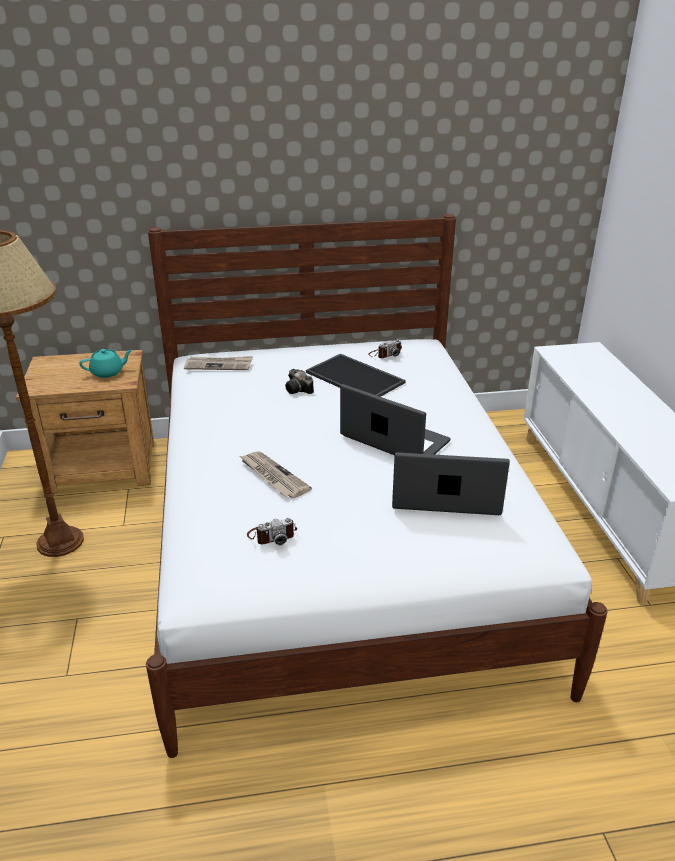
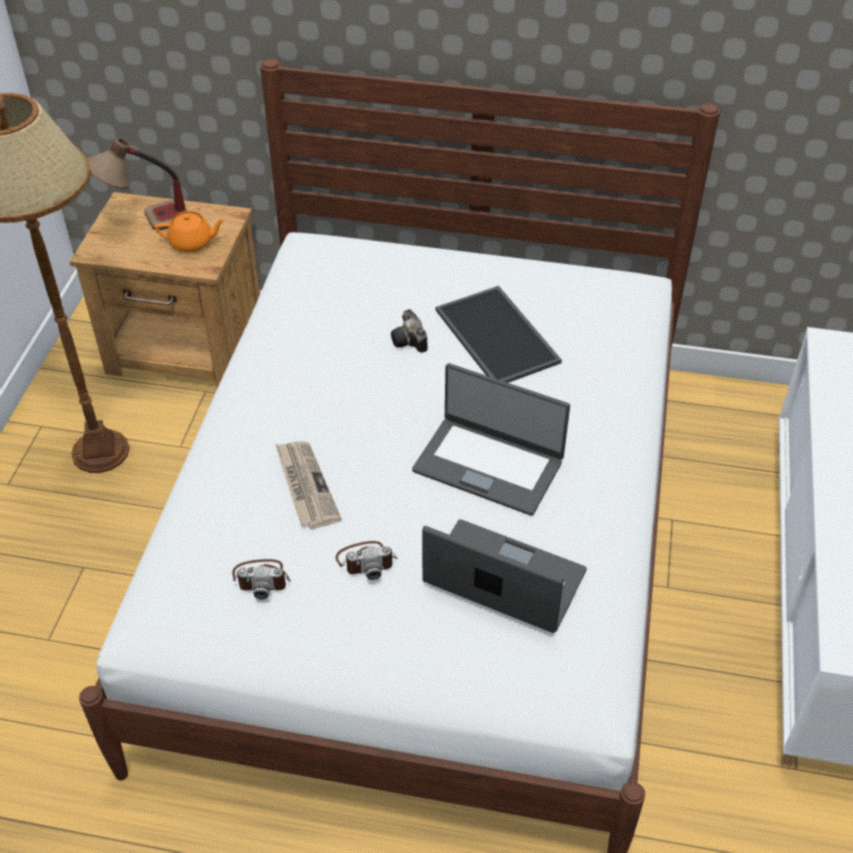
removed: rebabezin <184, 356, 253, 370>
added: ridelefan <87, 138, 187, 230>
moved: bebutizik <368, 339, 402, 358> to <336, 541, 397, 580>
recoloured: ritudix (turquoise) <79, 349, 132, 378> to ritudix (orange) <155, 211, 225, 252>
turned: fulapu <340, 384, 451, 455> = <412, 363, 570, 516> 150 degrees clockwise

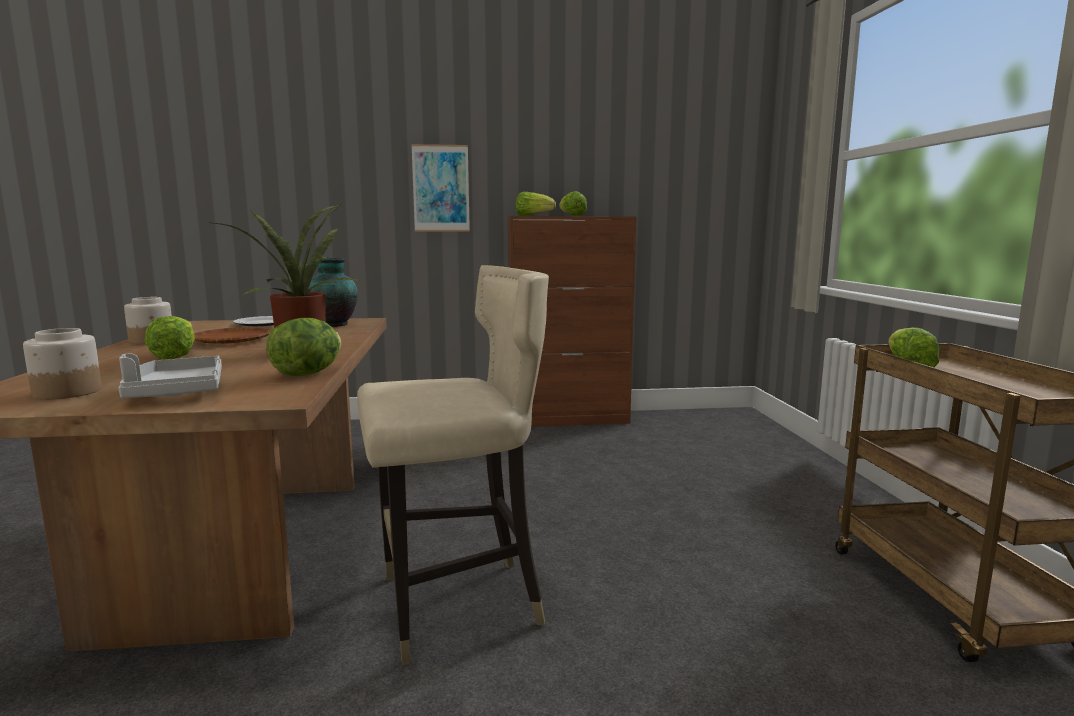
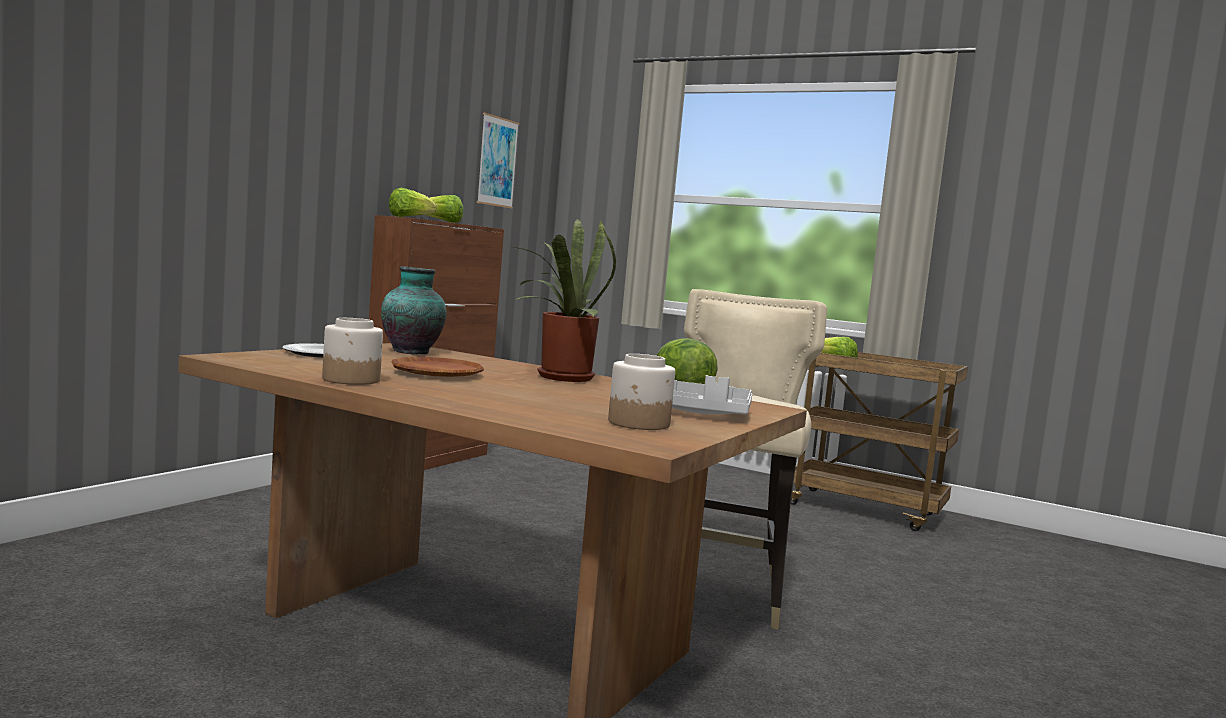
removed: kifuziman <145, 316, 195, 360>
moved: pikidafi <411, 144, 470, 231> to <477, 113, 519, 208>

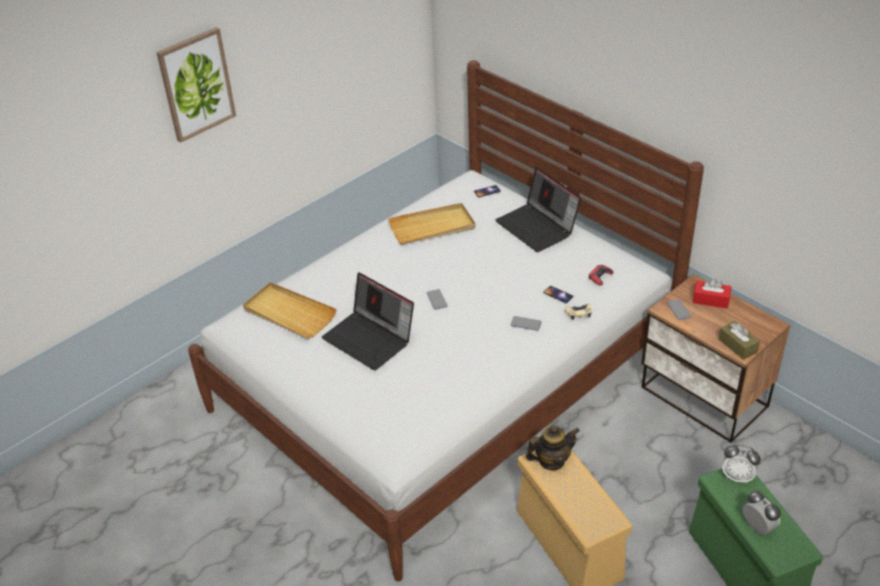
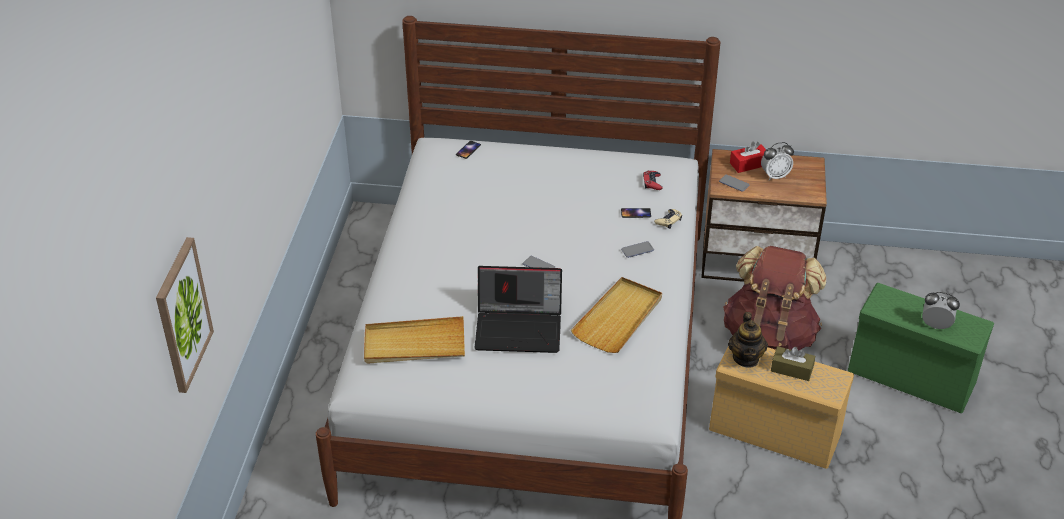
removed: fulapu <495, 168, 581, 252>
added: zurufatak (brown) <723, 246, 826, 350>
moved: pikidafi <156, 27, 236, 143> to <156, 237, 214, 393>; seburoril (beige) <388, 203, 475, 245> to <571, 277, 662, 353>; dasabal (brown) <718, 321, 760, 360> to <771, 346, 815, 381>; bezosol <722, 444, 761, 484> to <761, 142, 794, 180>
turned: ritudix <526, 425, 580, 471> = <728, 312, 768, 368> 150 degrees clockwise

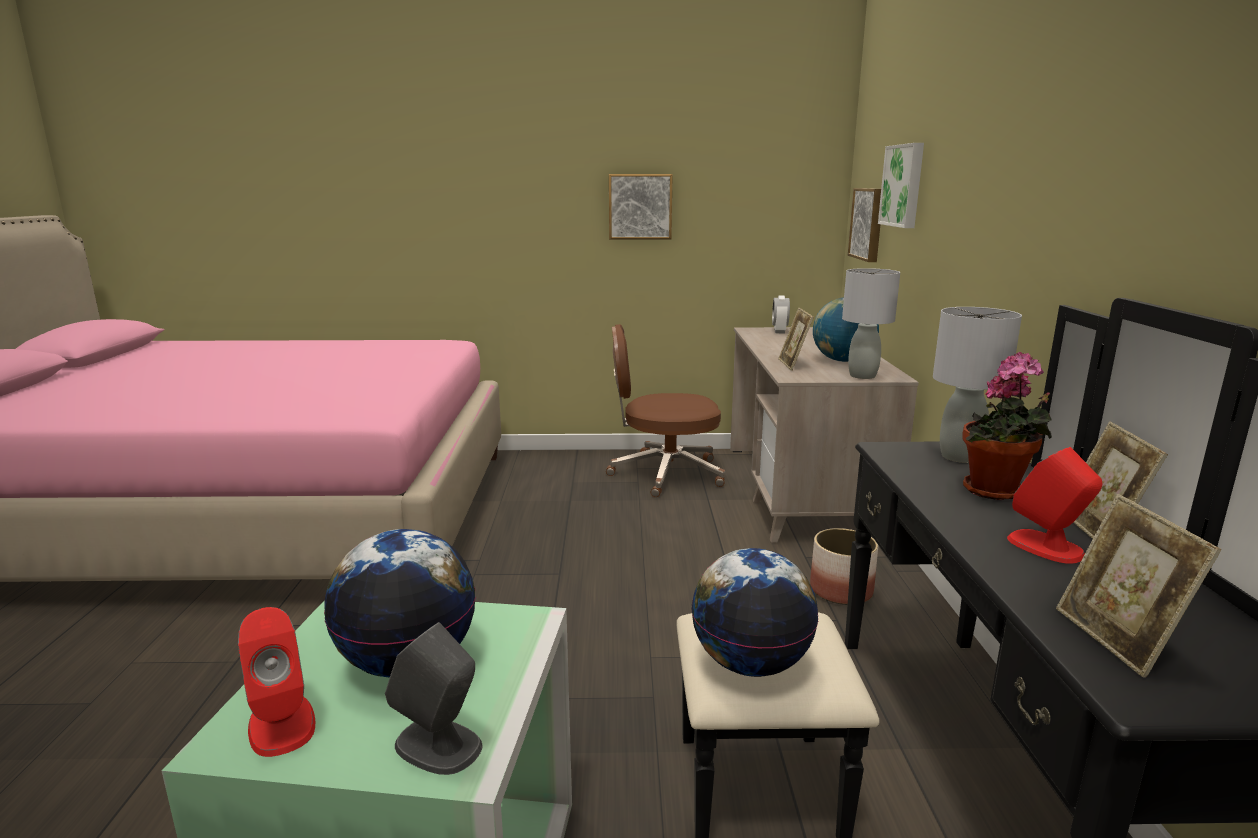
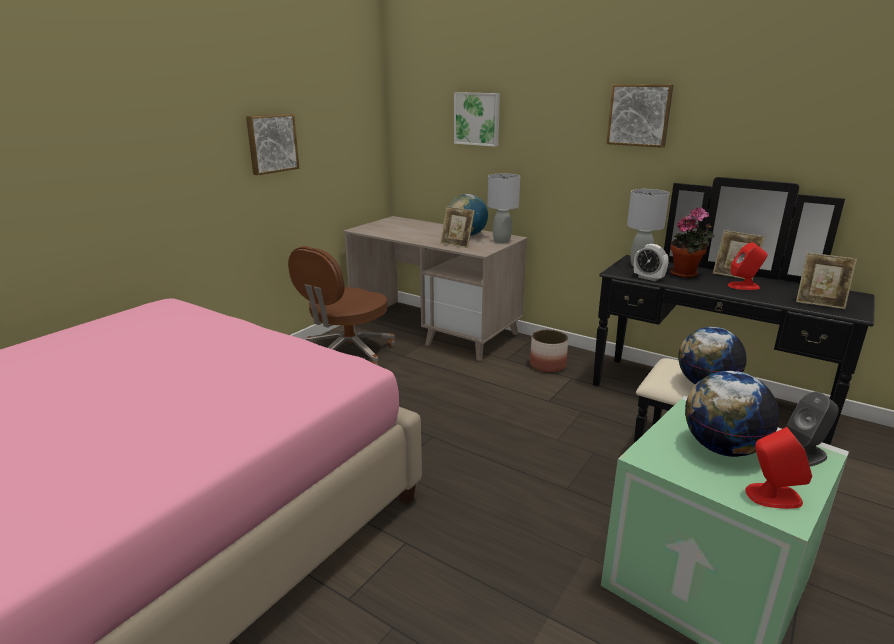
moved: pikidafi <848, 188, 881, 262> to <606, 84, 673, 148>; bezosol <772, 295, 790, 333> to <634, 244, 669, 281>

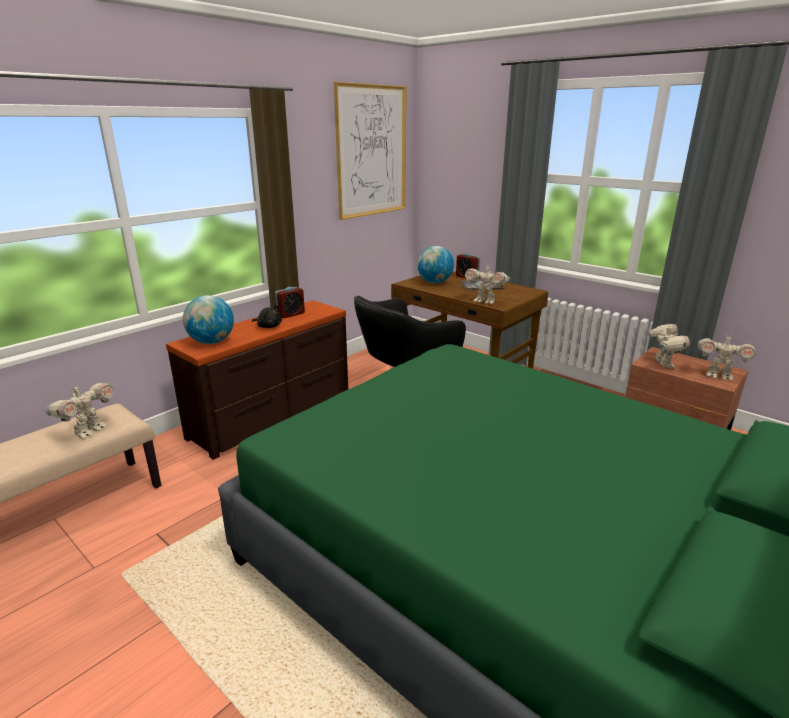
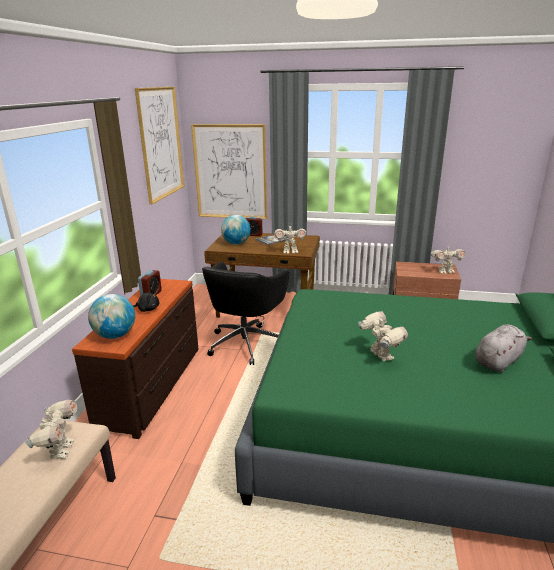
added: pikidafi <191, 124, 267, 219>; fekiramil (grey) <475, 324, 532, 373>
moved: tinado <648, 324, 690, 368> to <358, 311, 408, 361>

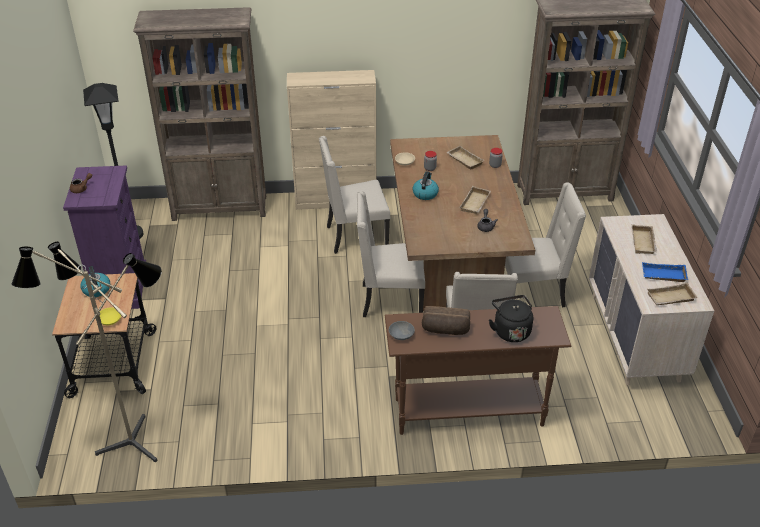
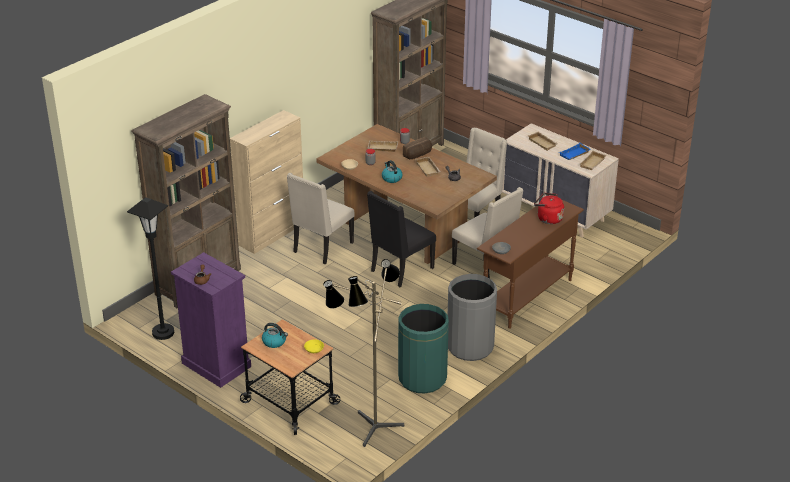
added: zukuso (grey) <448, 274, 497, 361>; zukuso (green) <398, 304, 449, 393>
moved: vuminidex <422, 306, 470, 335> to <403, 137, 432, 159>
recoloured: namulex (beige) <357, 191, 425, 317> to namulex (black) <367, 191, 436, 287>; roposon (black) <489, 295, 533, 342> to roposon (red) <534, 193, 564, 224>

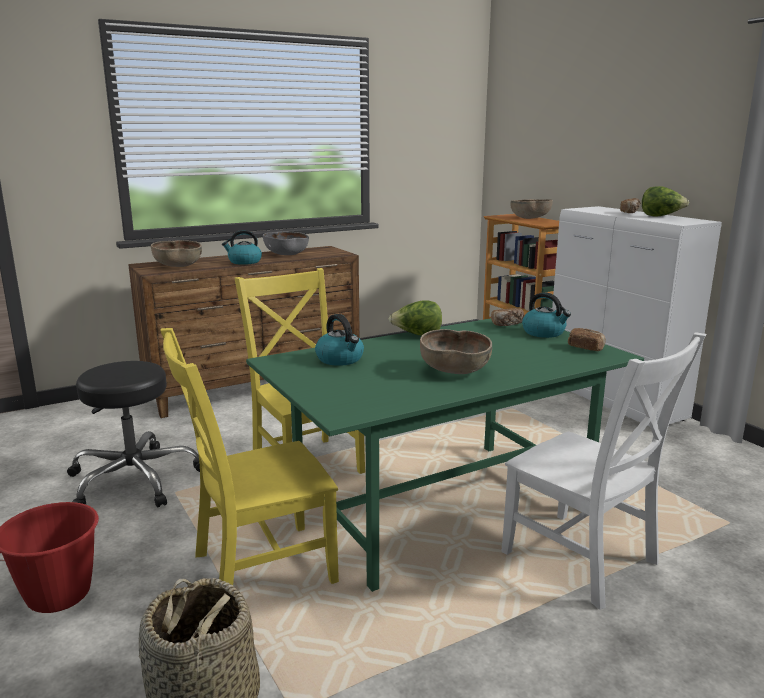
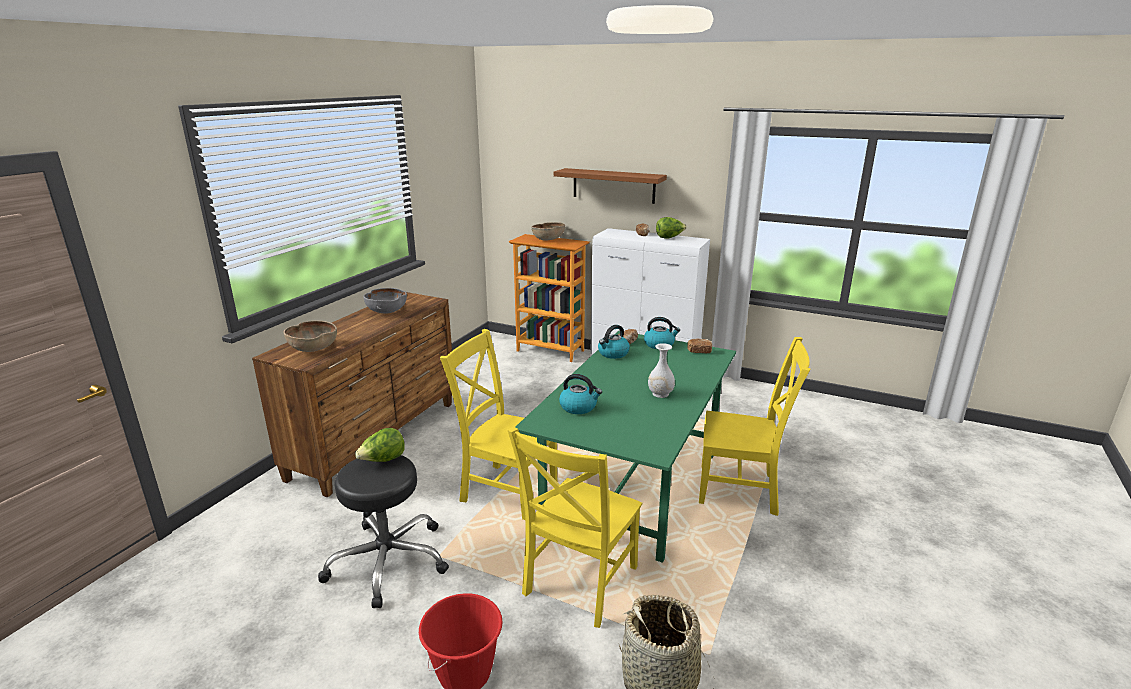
added: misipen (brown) <554, 168, 667, 204>
moved: roposon <222, 230, 262, 265> to <598, 325, 630, 359>; kifuziman <389, 300, 442, 336> to <355, 428, 405, 462>
replaced: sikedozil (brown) <420, 329, 492, 374> to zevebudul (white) <648, 343, 675, 398>
recoloured: namulex (white) <501, 332, 707, 610> to namulex (yellow) <699, 337, 811, 516>

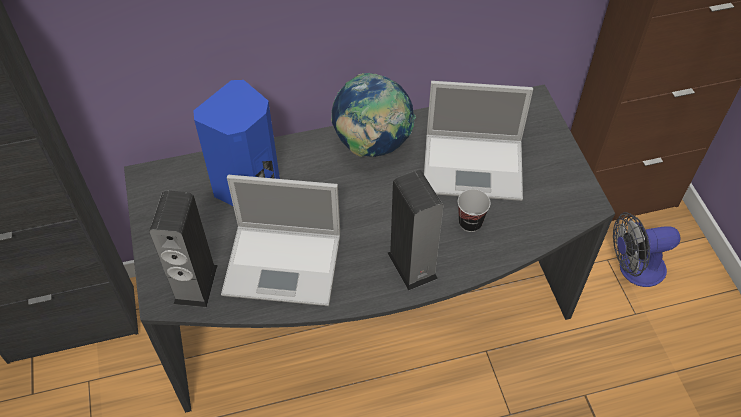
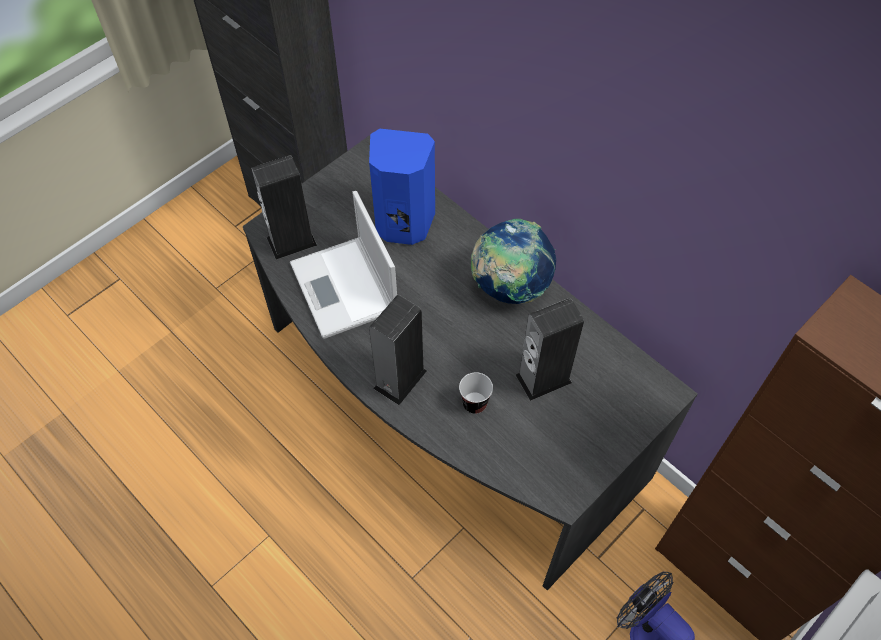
replaced: fulapu <424, 81, 533, 201> to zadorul <516, 298, 584, 401>

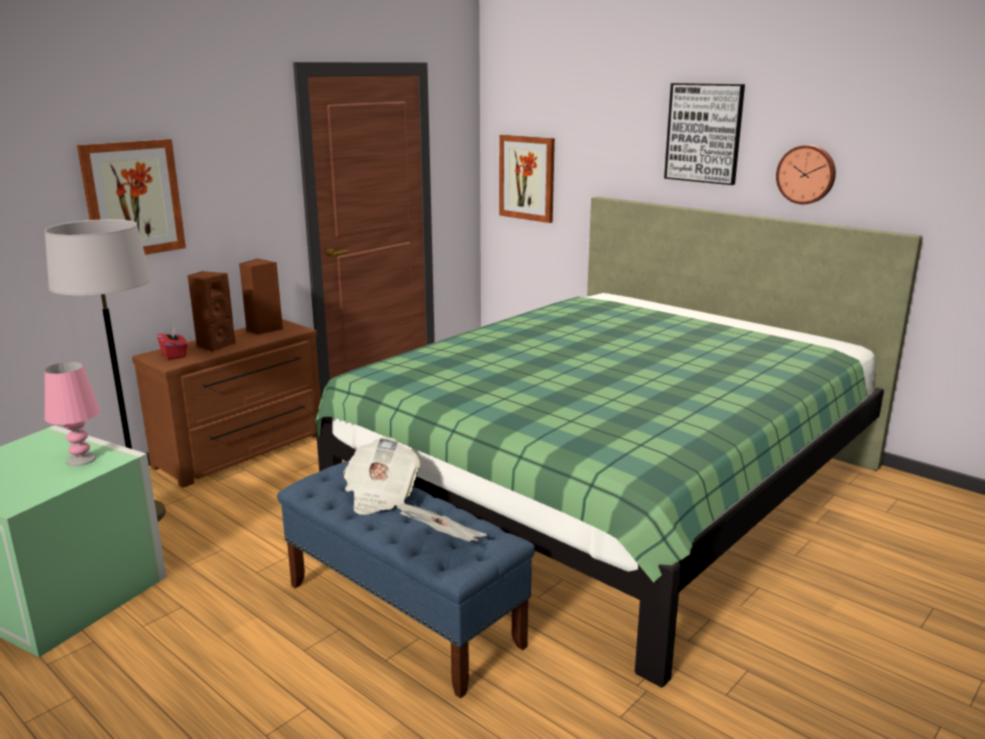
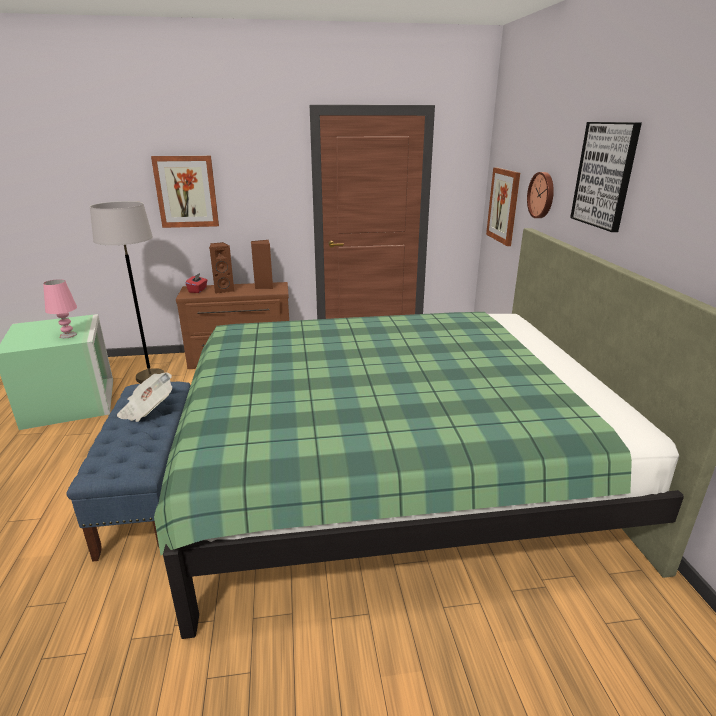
removed: rebabezin <397, 504, 487, 542>
moved: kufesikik <776, 145, 836, 204> to <527, 172, 554, 218>

